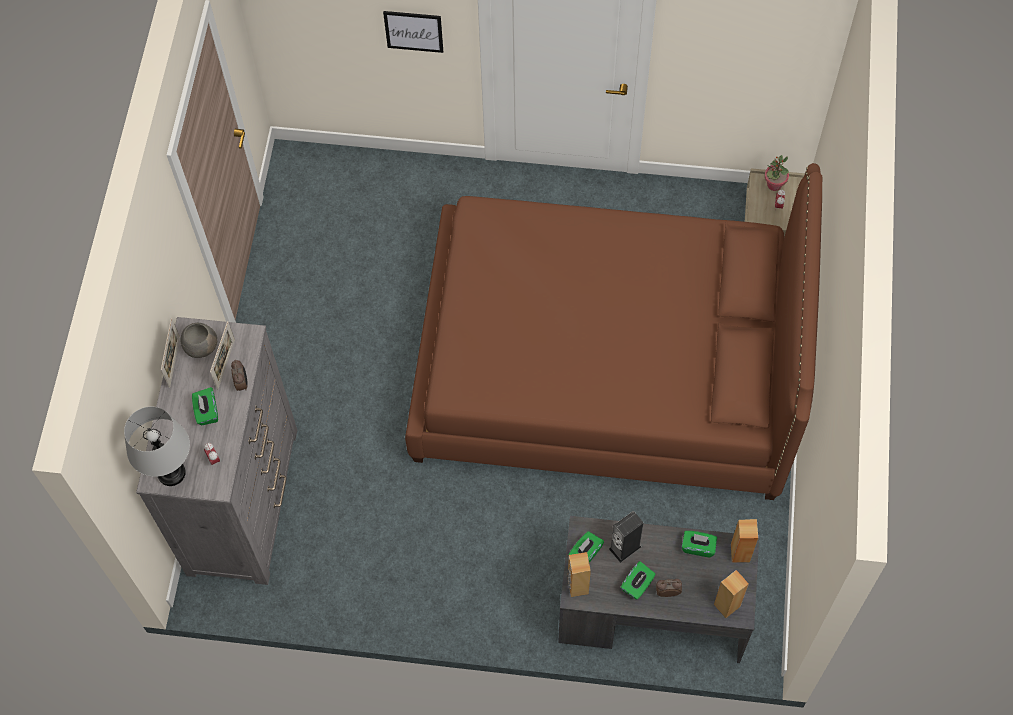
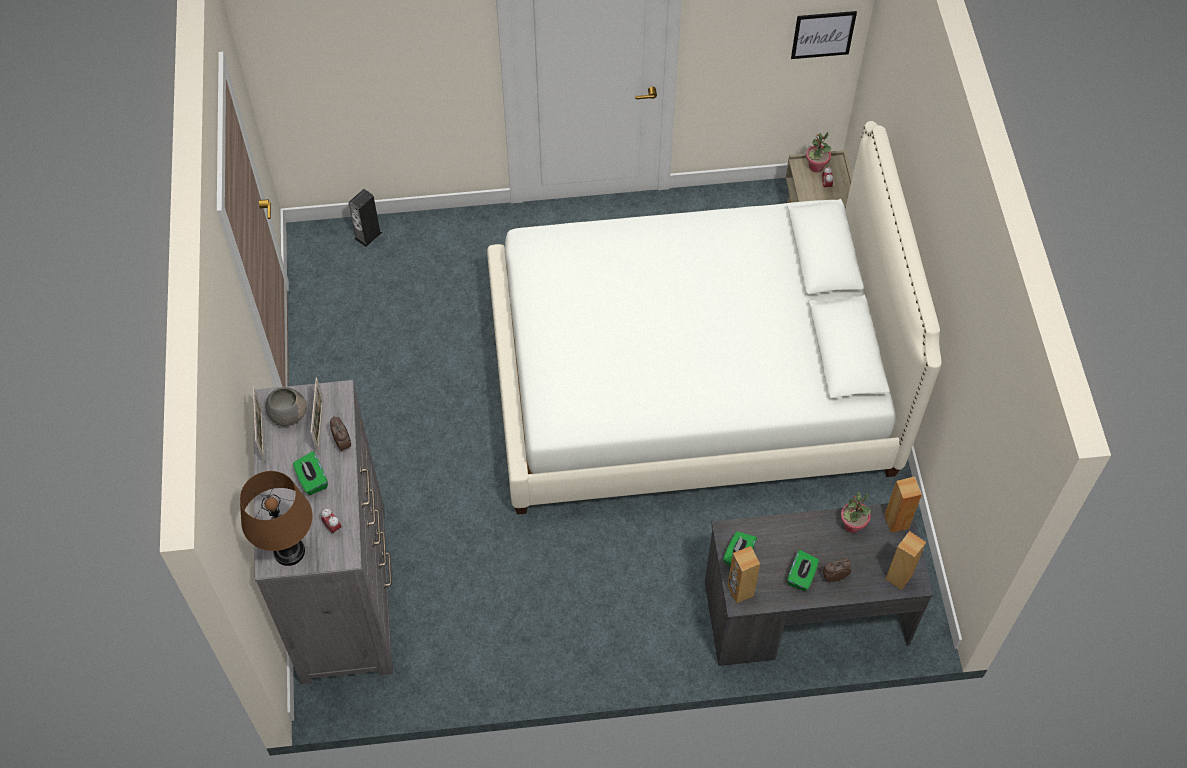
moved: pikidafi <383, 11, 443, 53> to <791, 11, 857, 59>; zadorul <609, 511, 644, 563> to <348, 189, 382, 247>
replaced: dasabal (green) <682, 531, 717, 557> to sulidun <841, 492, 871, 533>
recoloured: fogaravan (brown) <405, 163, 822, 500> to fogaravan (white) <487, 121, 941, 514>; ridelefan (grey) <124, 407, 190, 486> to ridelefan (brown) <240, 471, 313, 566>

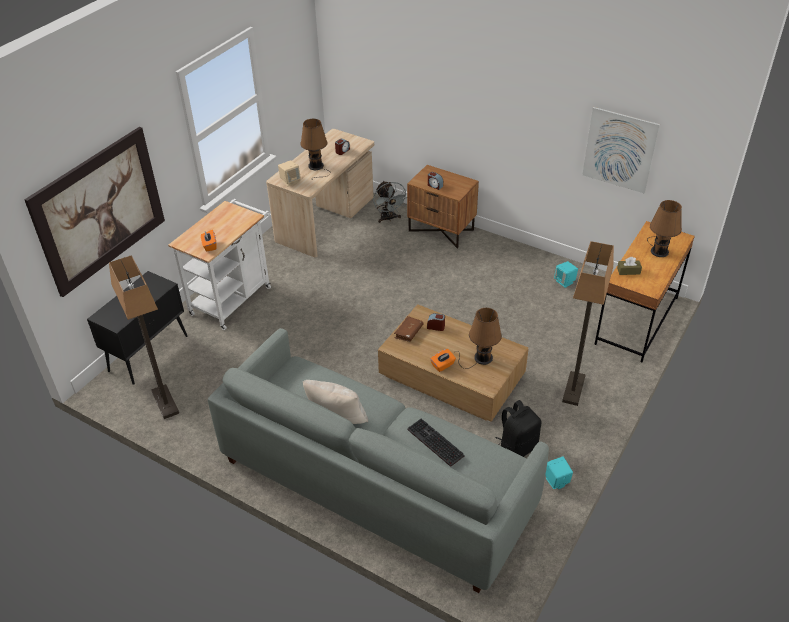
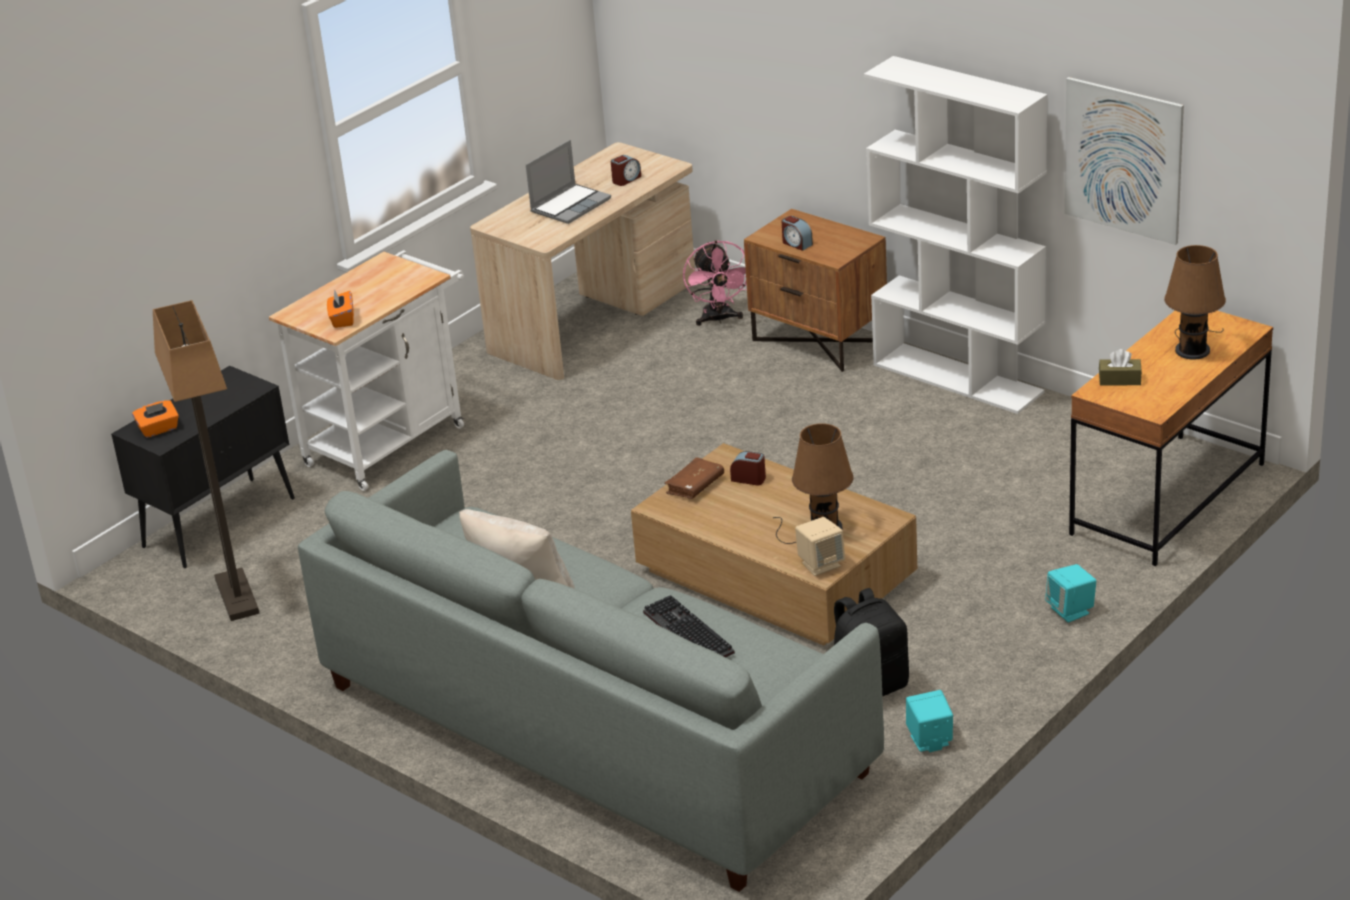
removed: pikidafi <24, 127, 165, 297>; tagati <562, 241, 614, 406>
added: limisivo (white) <864, 56, 1047, 414>
moved: zadorul (beige) <278, 160, 301, 186> to <795, 517, 845, 576>; zadorul (turquoise) <554, 261, 578, 288> to <1045, 564, 1096, 623>; dasabal (orange) <431, 349, 456, 372> to <132, 400, 179, 438>
replaced: ridelefan (brown) <300, 119, 331, 178> to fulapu <526, 140, 611, 224>
recoloured: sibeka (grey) <373, 181, 407, 223> to sibeka (pink) <683, 240, 747, 326>

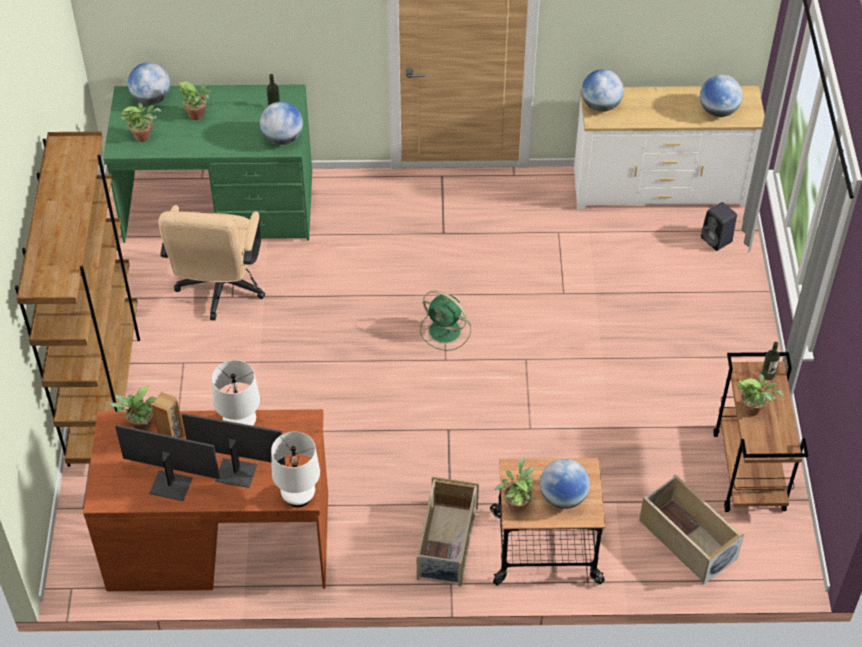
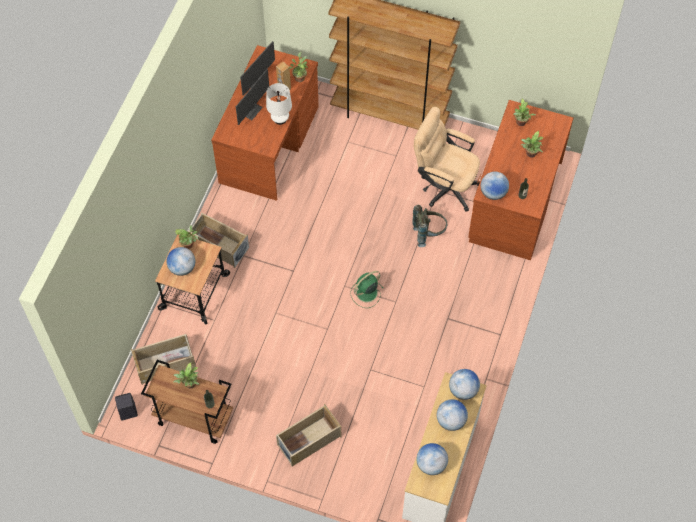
removed: ridelefan (white) <271, 432, 320, 507>
added: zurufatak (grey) <412, 205, 448, 247>; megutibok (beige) <276, 404, 341, 466>
moved: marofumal <128, 62, 171, 105> to <437, 399, 468, 431>; zadorul (black) <701, 202, 737, 251> to <115, 393, 138, 420>
recoloured: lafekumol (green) <103, 84, 312, 243> to lafekumol (brown) <468, 100, 573, 260>

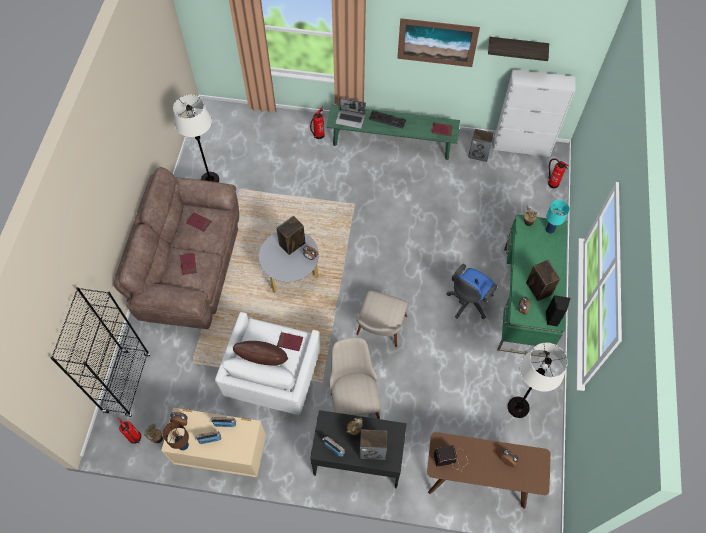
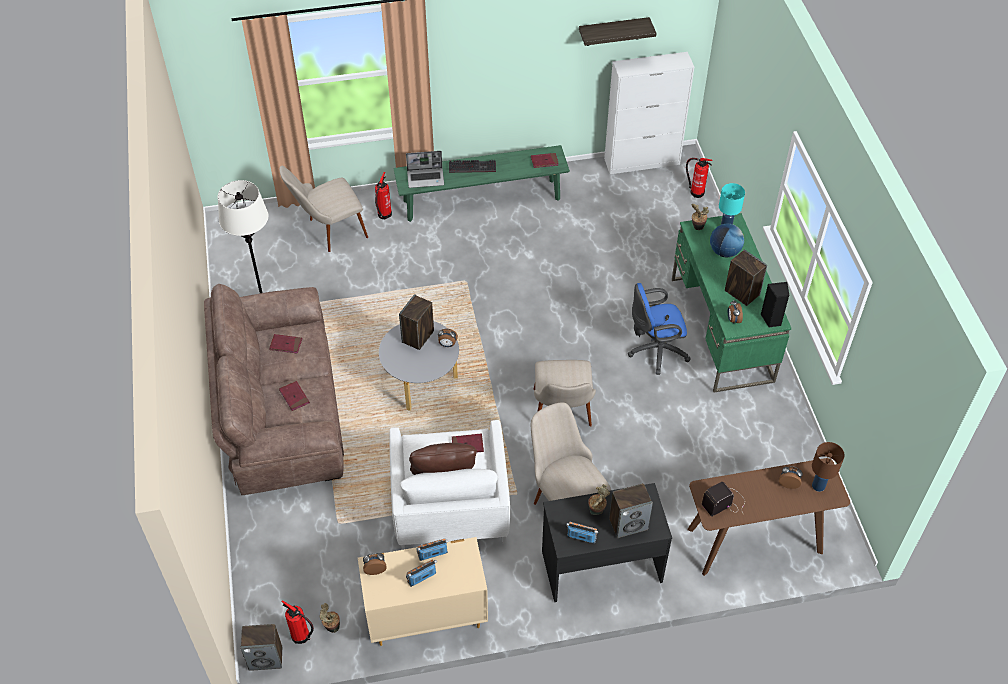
removed: pikidafi <397, 18, 480, 67>; limisivo (black) <51, 287, 150, 417>; tagati (white) <508, 342, 568, 418>
added: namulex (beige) <280, 166, 368, 252>; marofumal <710, 224, 744, 258>
moved: zadorul <468, 129, 494, 162> to <240, 624, 282, 671>; ridelefan (brown) <163, 422, 189, 451> to <812, 442, 845, 492>
turned: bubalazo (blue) <446, 264, 497, 319> = <628, 283, 691, 375> 60 degrees clockwise

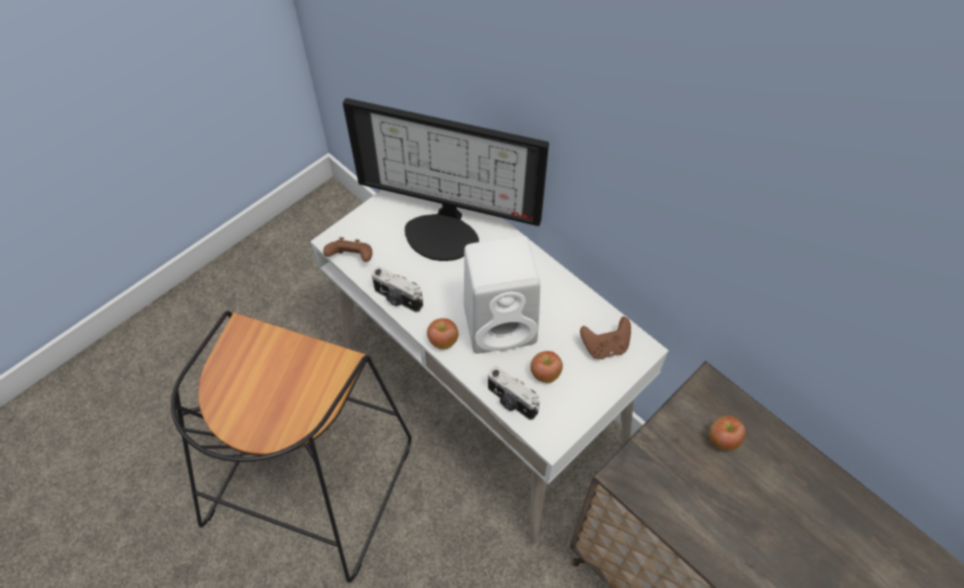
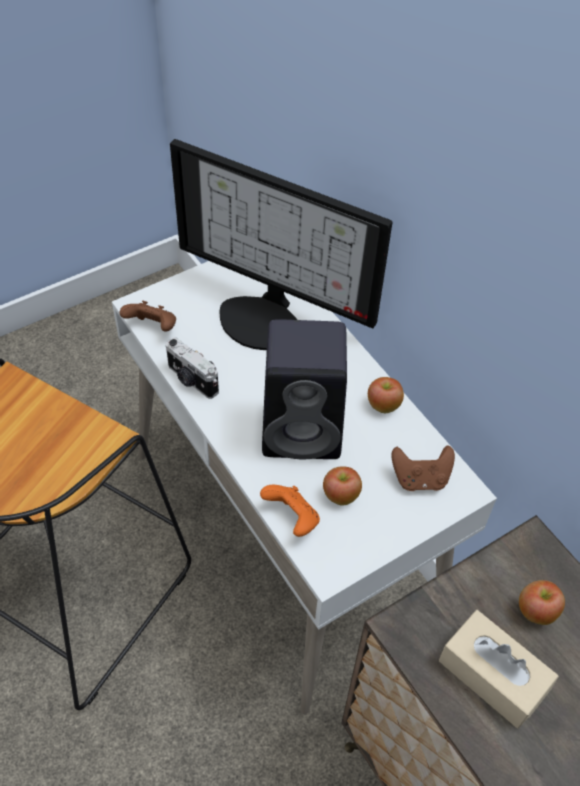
added: dasabal (beige) <439, 610, 559, 729>
moved: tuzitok <427, 318, 458, 350> to <368, 377, 404, 413>
replaced: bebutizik <488, 366, 540, 420> to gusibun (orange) <260, 485, 320, 537>
recoloured: zadorul (white) <464, 236, 540, 353> to zadorul (black) <262, 319, 347, 459>

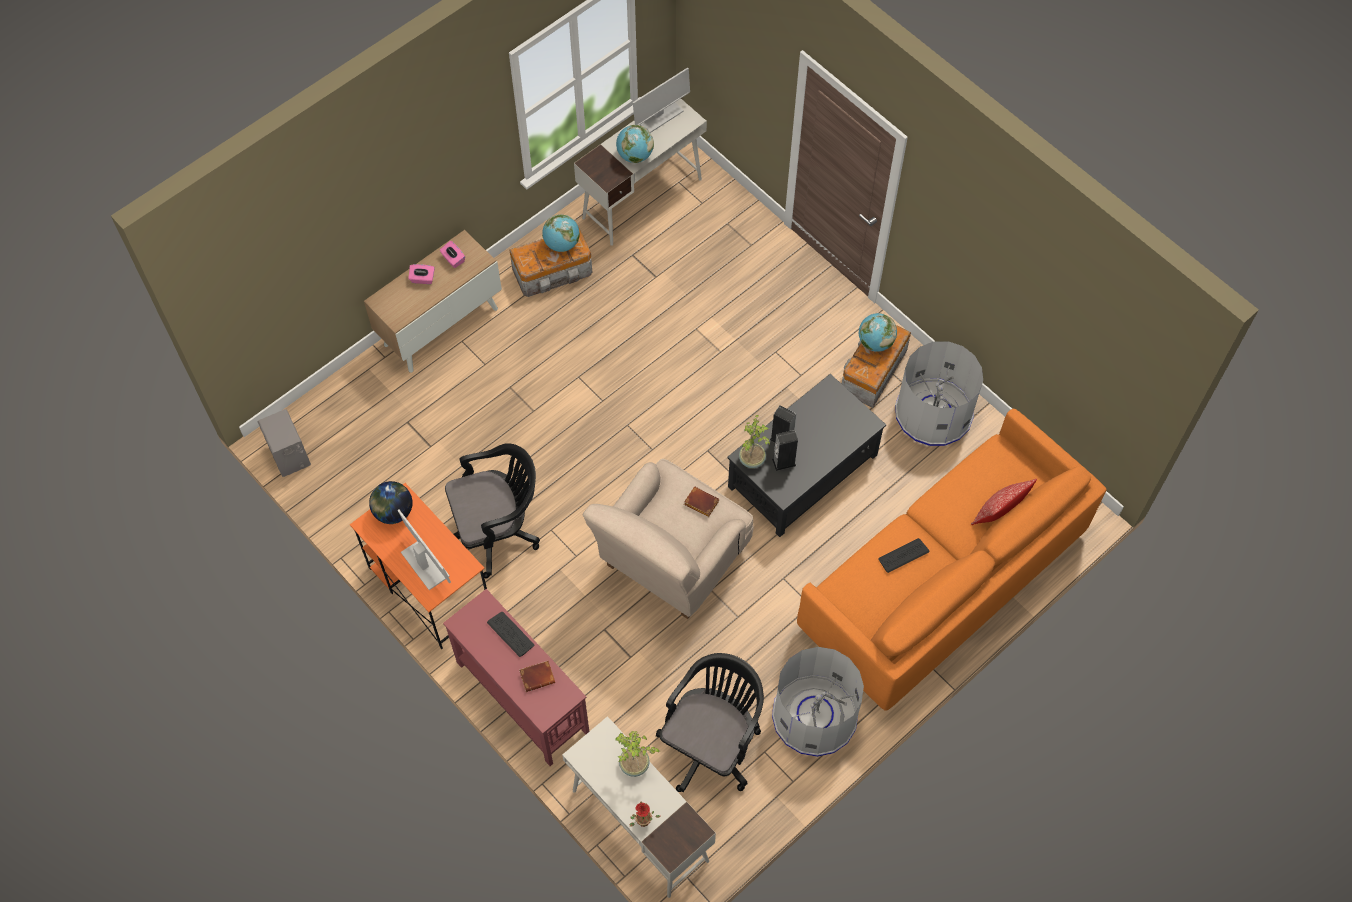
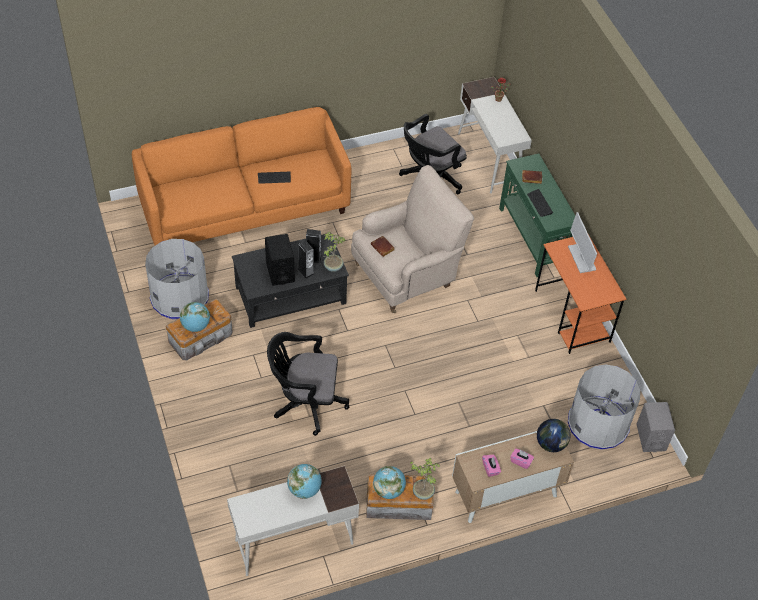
removed: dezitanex <633, 67, 690, 133>; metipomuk <971, 479, 1037, 525>
added: zadorul (black) <265, 234, 295, 286>
moved: bubalazo (black) <445, 443, 540, 578> to <267, 332, 349, 436>; marofumal <369, 481, 413, 524> to <537, 419, 570, 452>; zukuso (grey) <772, 647, 864, 757> to <568, 364, 640, 450>; sulidun <615, 731, 660, 777> to <410, 458, 440, 500>
recoloured: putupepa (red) <443, 589, 589, 766> to putupepa (green) <499, 154, 576, 277>

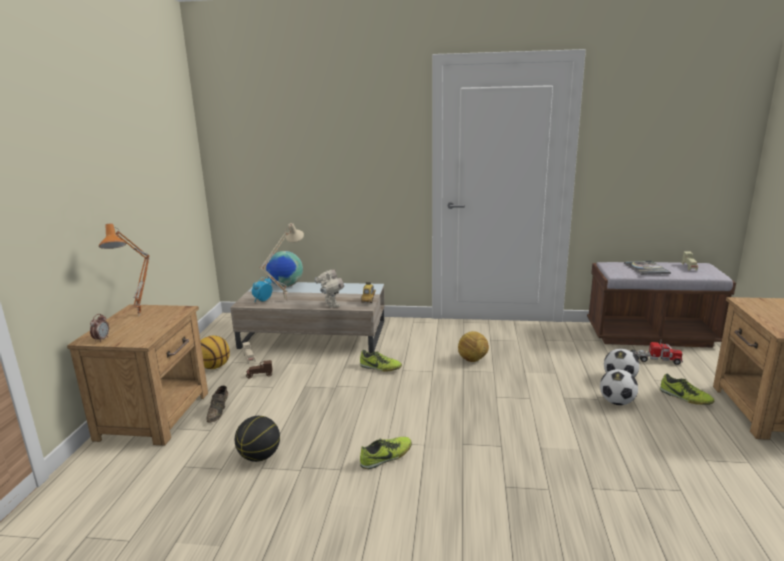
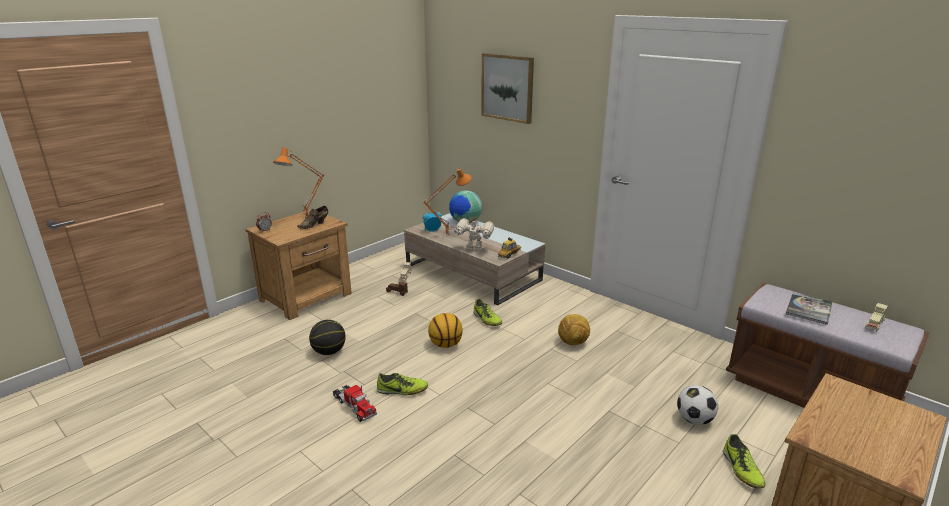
removed: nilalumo <600, 369, 638, 405>
added: pikidafi <481, 53, 534, 124>
moved: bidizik <200, 336, 230, 369> to <428, 313, 463, 348>; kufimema <631, 340, 683, 365> to <333, 385, 377, 422>; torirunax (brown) <207, 385, 228, 423> to <297, 206, 329, 229>
recoloured: ridelefan (beige) <259, 223, 304, 299> to ridelefan (orange) <423, 168, 472, 236>
turned: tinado <314, 269, 344, 308> = <454, 218, 494, 252> 90 degrees counterclockwise

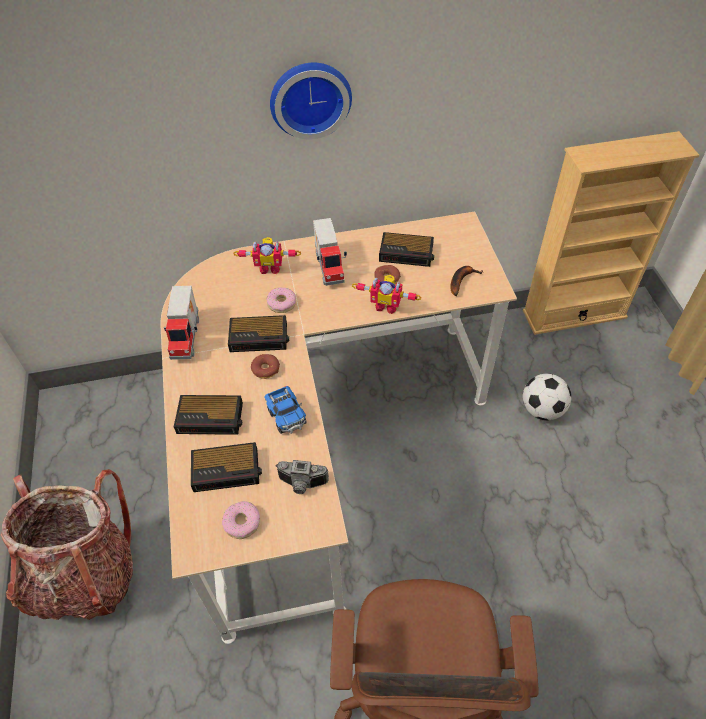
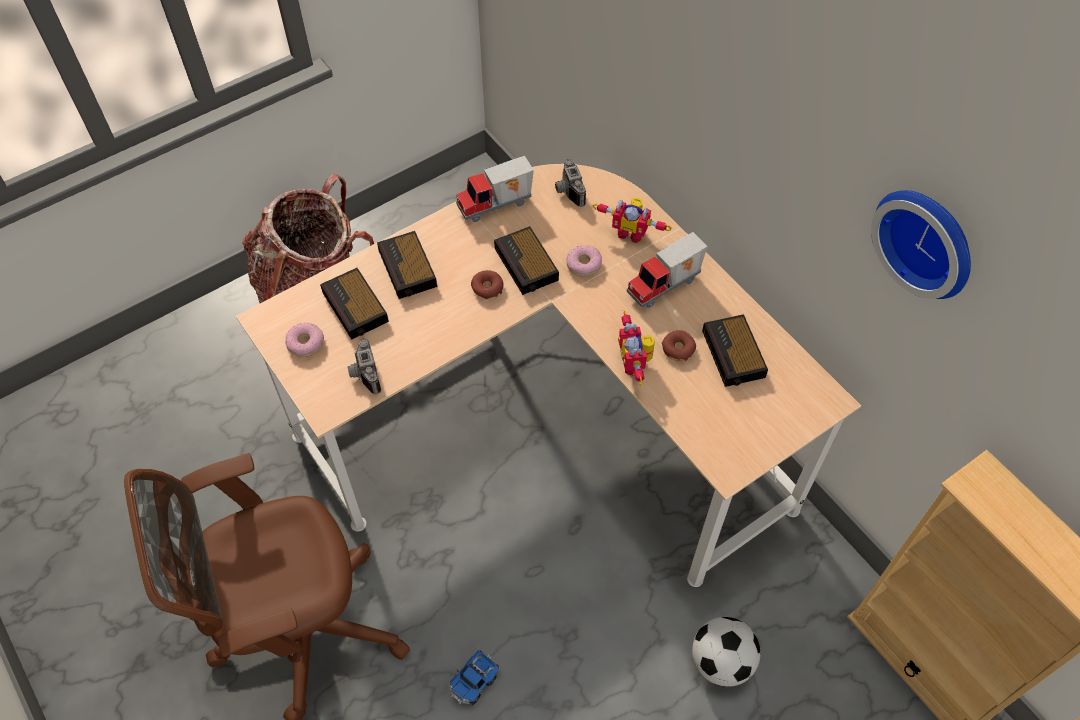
removed: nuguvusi <450, 266, 483, 296>
added: bebutizik <555, 159, 586, 207>
moved: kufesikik <270, 63, 352, 139> to <871, 190, 971, 299>; kufimema <265, 386, 306, 434> to <449, 650, 500, 705>
turned: tinado <233, 237, 301, 274> = <593, 198, 671, 243> 45 degrees counterclockwise

